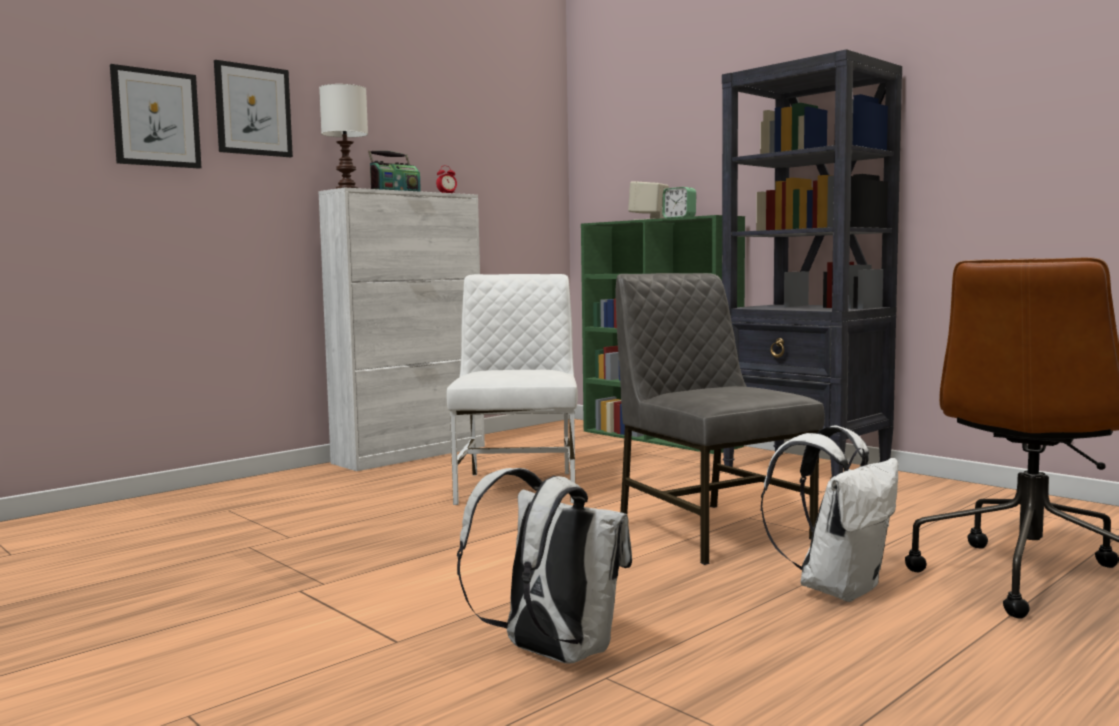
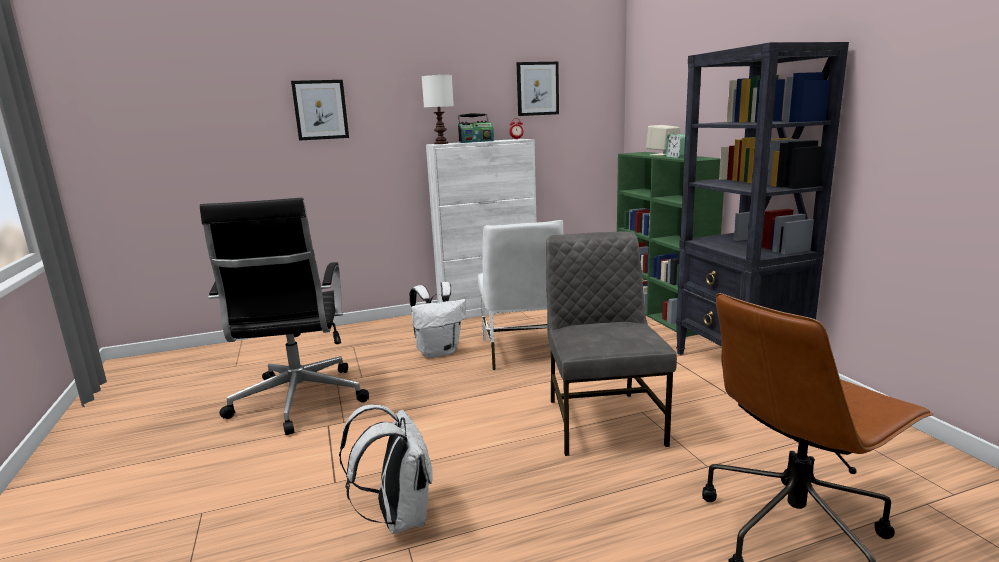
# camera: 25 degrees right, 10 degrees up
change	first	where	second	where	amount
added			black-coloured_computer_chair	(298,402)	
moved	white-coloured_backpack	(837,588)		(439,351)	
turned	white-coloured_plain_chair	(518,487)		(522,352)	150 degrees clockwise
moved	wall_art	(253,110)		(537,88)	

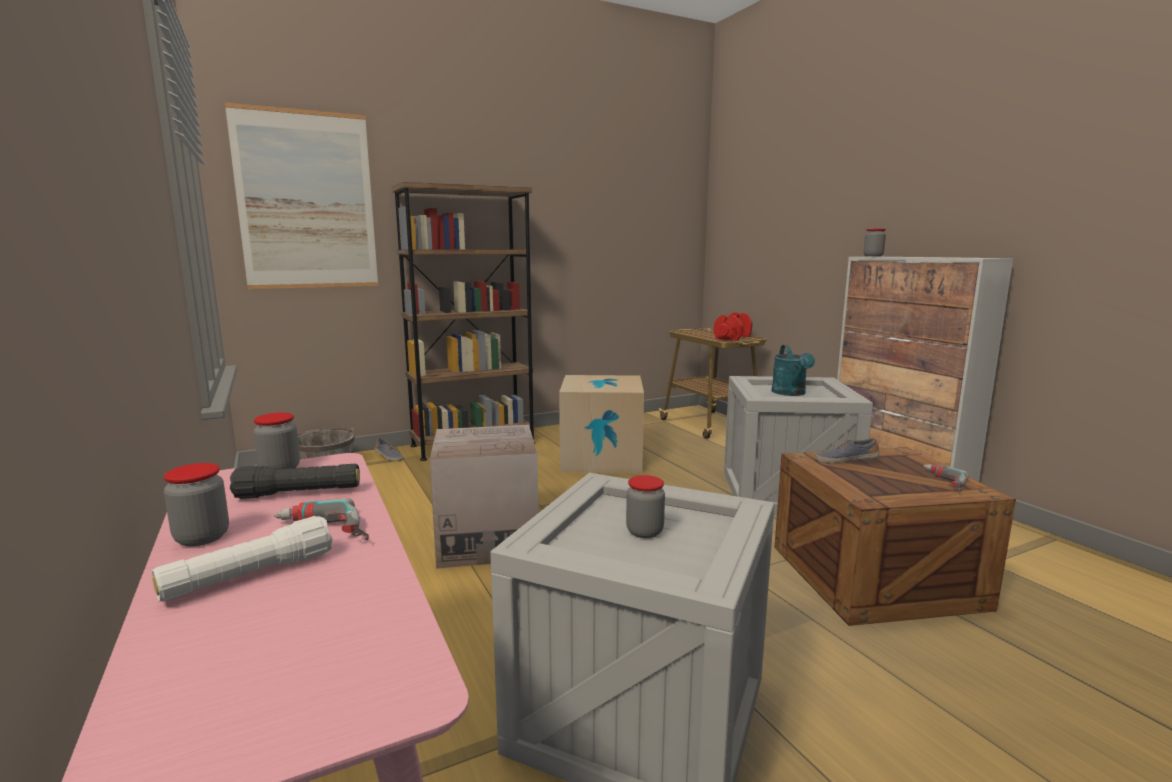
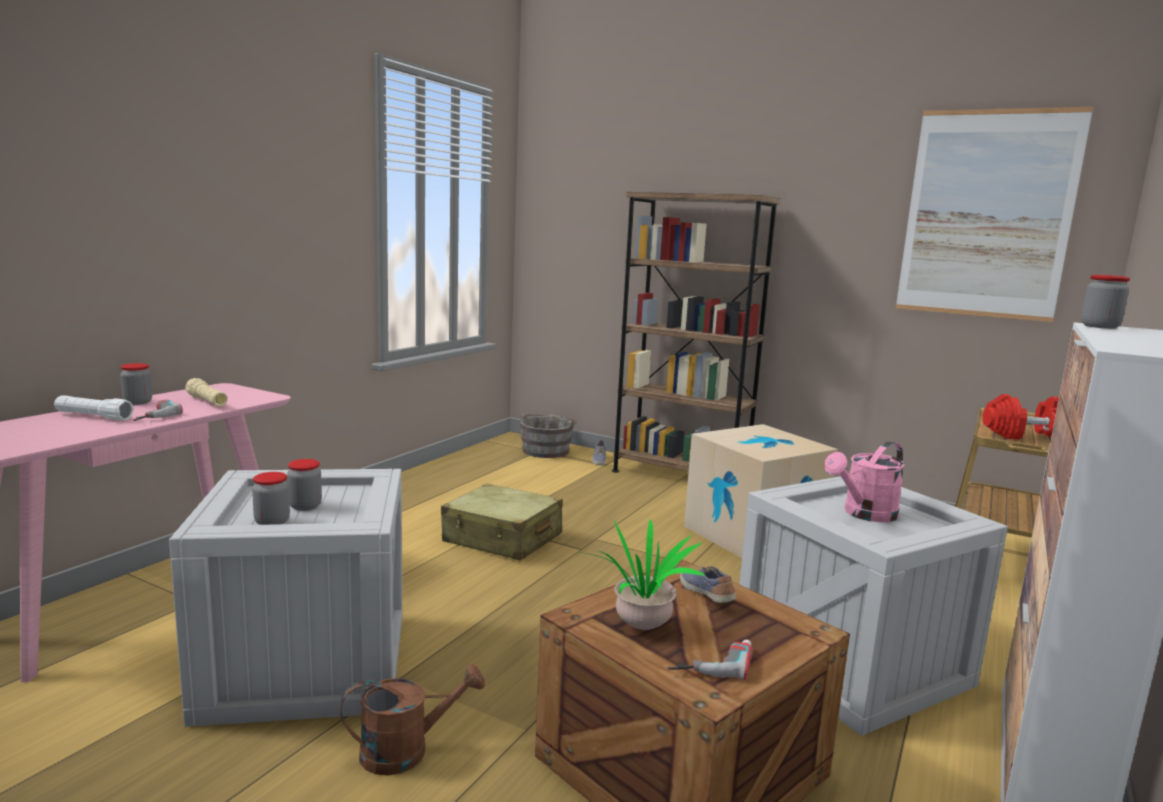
# camera: 55 degrees right, 0 degrees up
change	first	where	second	where	amount
recoloured	black-coloured_flashlight	(299,493)	beige_flashlight	(207,402)	
moved	preserve_jar	(280,469)		(272,522)	
added			brown-coloured_watering_can	(406,751)	
replaced	packing_box	(487,540)	beige_piece_of_luggage	(502,538)	
added			houseplant	(641,624)	
recoloured	blue-green_watering_can	(791,393)	pink-coloured_watering_can	(864,514)	
moved	wall_art	(307,201)		(987,215)	

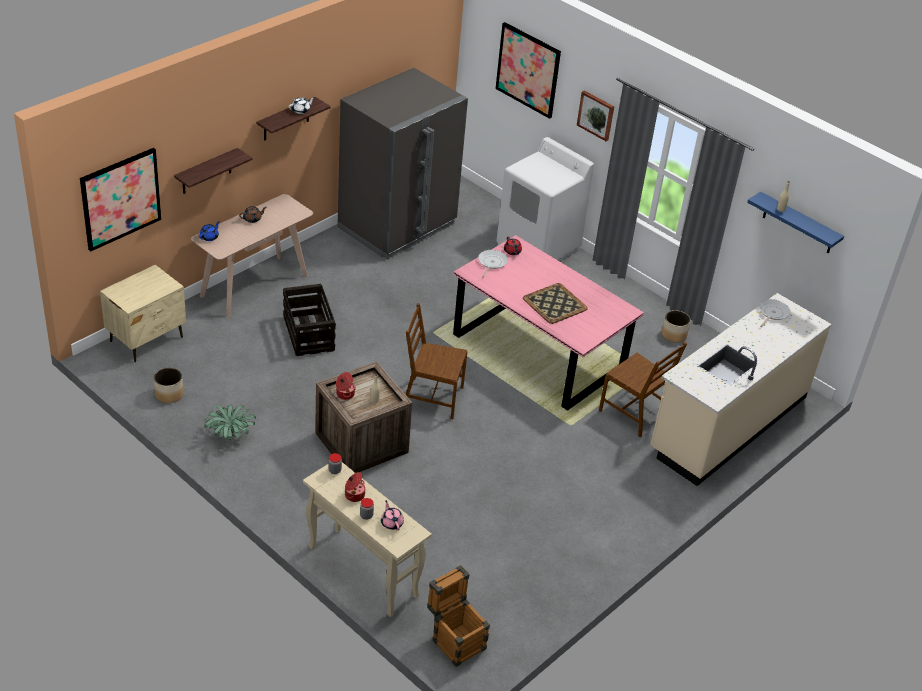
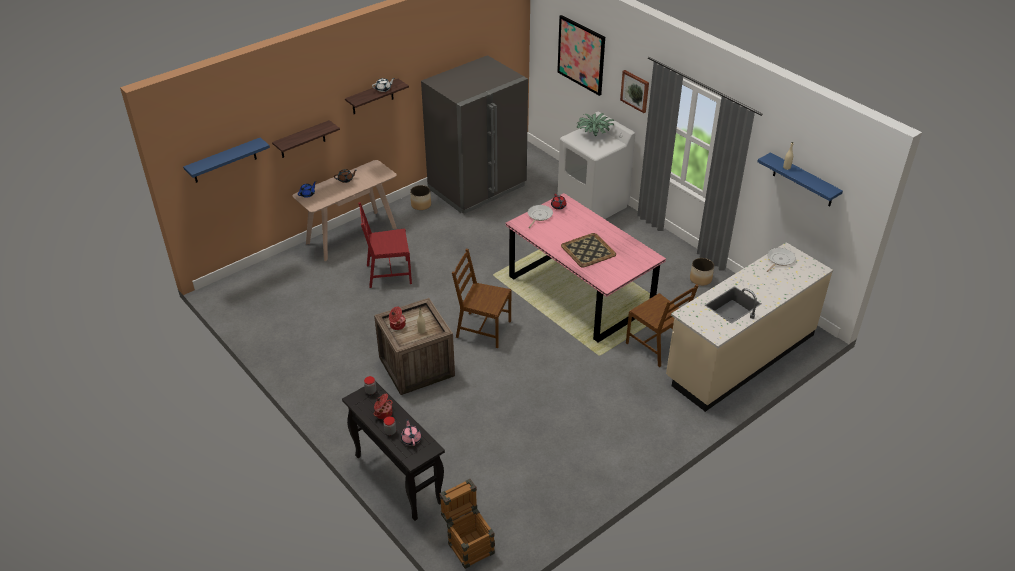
# camera: 10 degrees right, 0 degrees up
change	first	where	second	where	amount
replaced	wall_art	(120,198)	blue-coloured_shelf	(224,161)	
recoloured	beige_hall_table	(362,571)	black-coloured_hall_table	(397,479)	
replaced	crate	(308,333)	reddish_plain_chair	(388,274)	
moved	planter	(169,394)		(421,205)	
moved	houseplant	(230,435)		(594,135)	
removed	beige_nightstand	(147,339)			

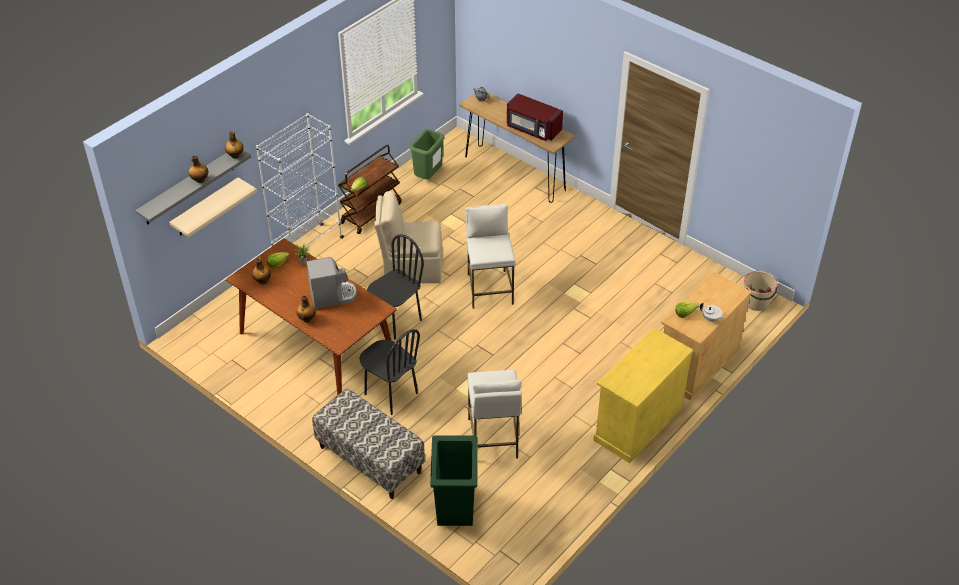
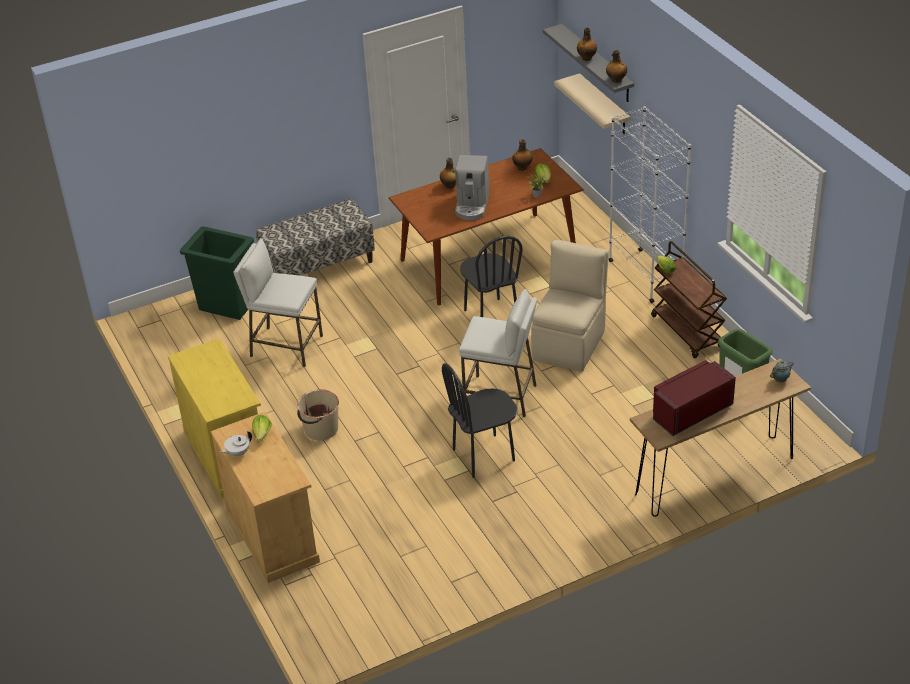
# camera: 115 degrees right, 5 degrees down
change	first	where	second	where	amount
moved	beige_bucket	(756,302)		(320,429)	
moved	black-coloured_plain_chair	(390,394)		(483,455)	

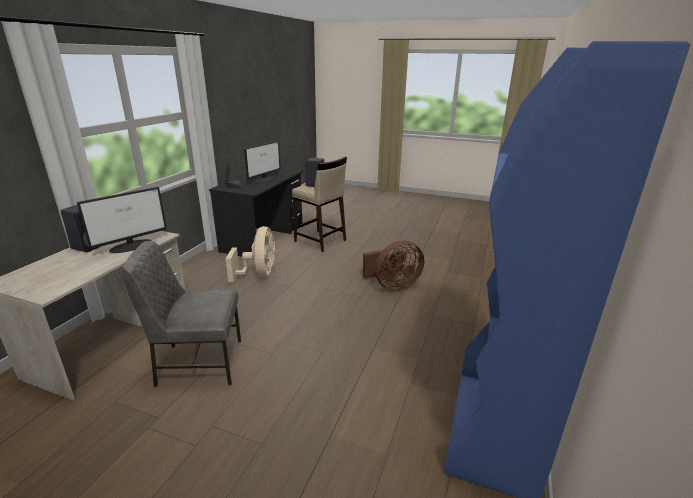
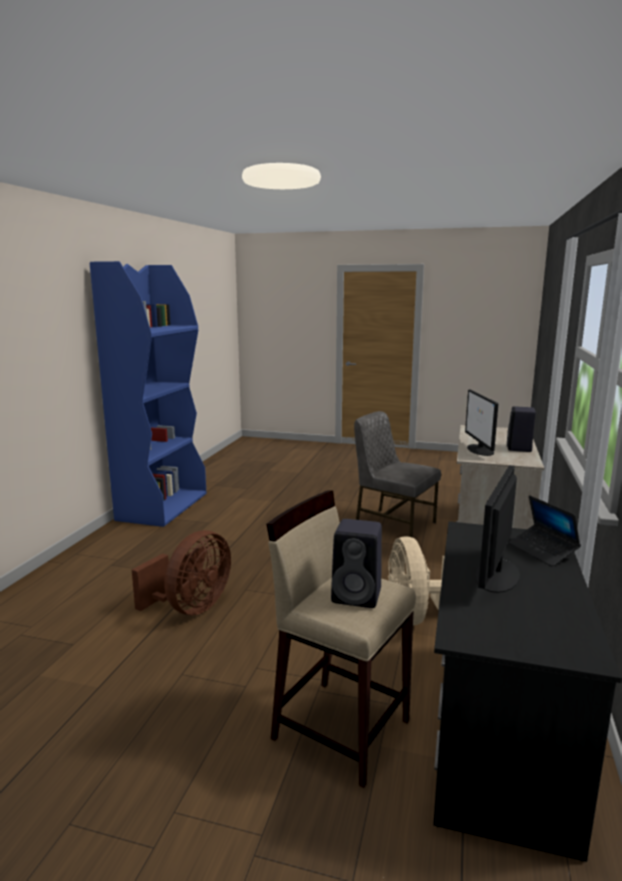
# camera: 175 degrees right, 10 degrees down
change	first	where	second	where	amount
turned	brown-coloured_cooling_fan	(393,286)		(191,608)	150 degrees clockwise
turned	gray_plain_chair	(198,363)		(393,524)	135 degrees counterclockwise
turned	computer_screen	(132,246)		(480,450)	45 degrees counterclockwise

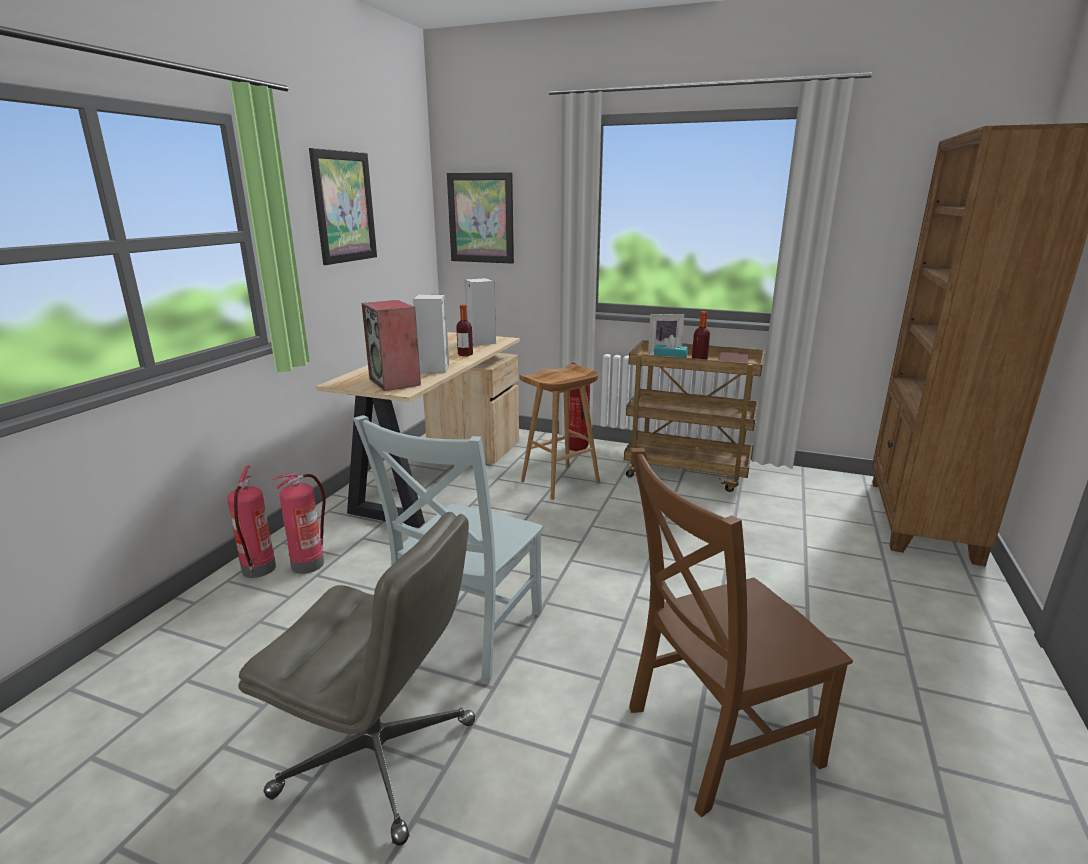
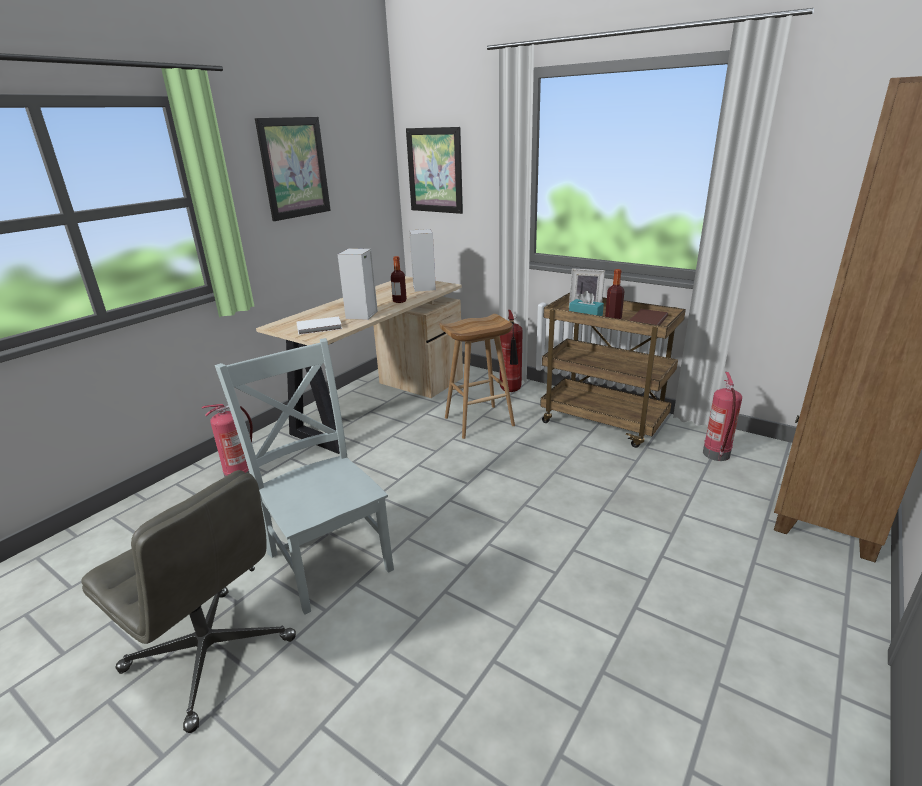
# camera: 15 degrees right, 5 degrees up
change	first	where	second	where	amount
turned	gray_plain_chair	(465,634)		(328,557)	105 degrees clockwise
replaced	loudspeaker	(395,382)	white-coloured_volume	(320,327)	
moved	extinguisher	(259,569)		(717,455)	
removed	brown-coloured_plain_chair	(714,737)			

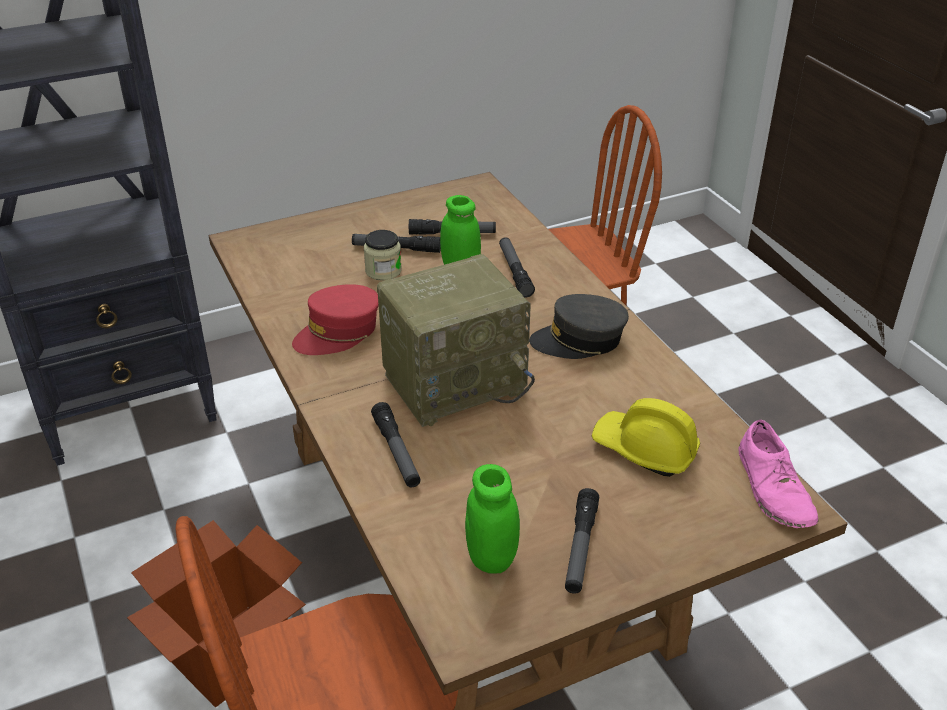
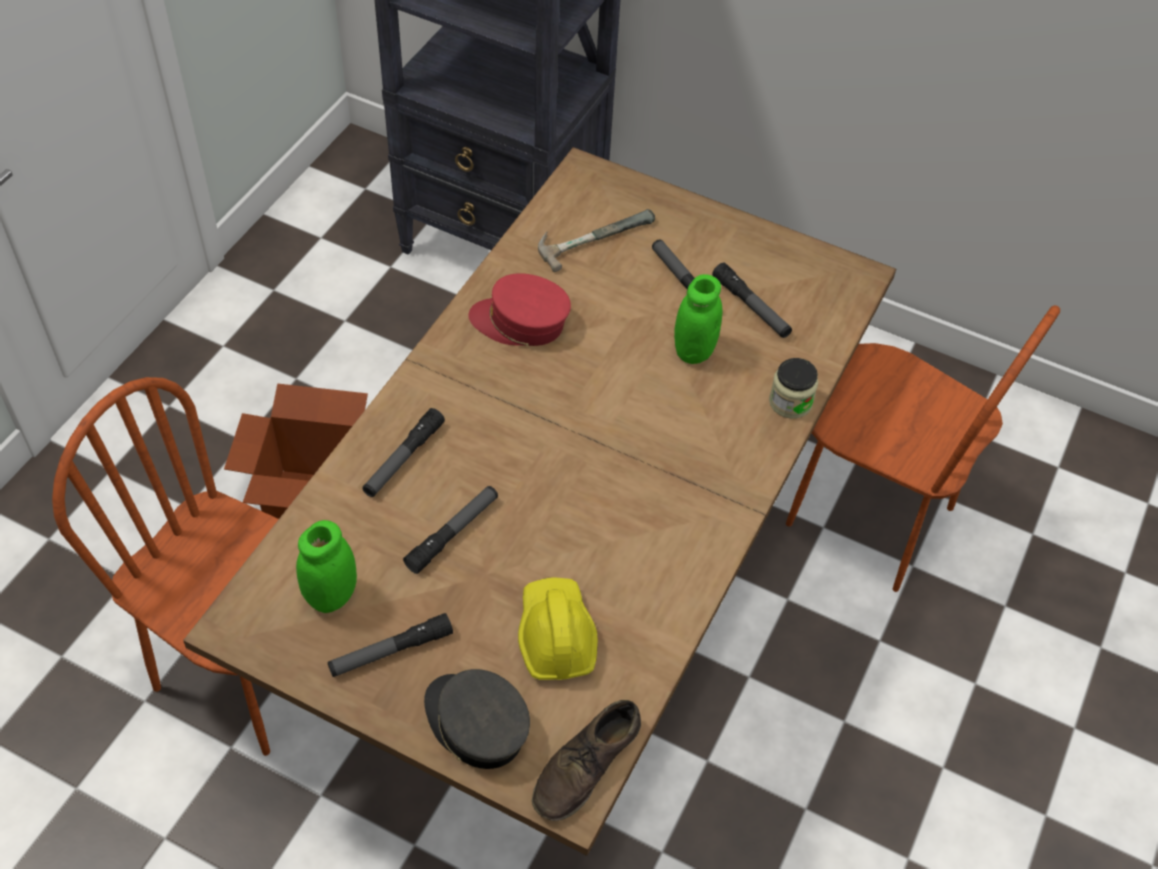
# camera: 50 degrees right, 15 degrees up
change	first	where	second	where	amount
moved	flashlight	(515,272)		(453,533)	
moved	gray_cap	(579,340)		(476,725)	
recoloured	pink-coloured_low_shoe	(774,489)	brown-coloured_low_shoe	(586,766)	
added			tool_hammer	(593,235)	
moved	preserve_jar	(383,271)		(790,402)	
removed	radio_set	(455,381)			

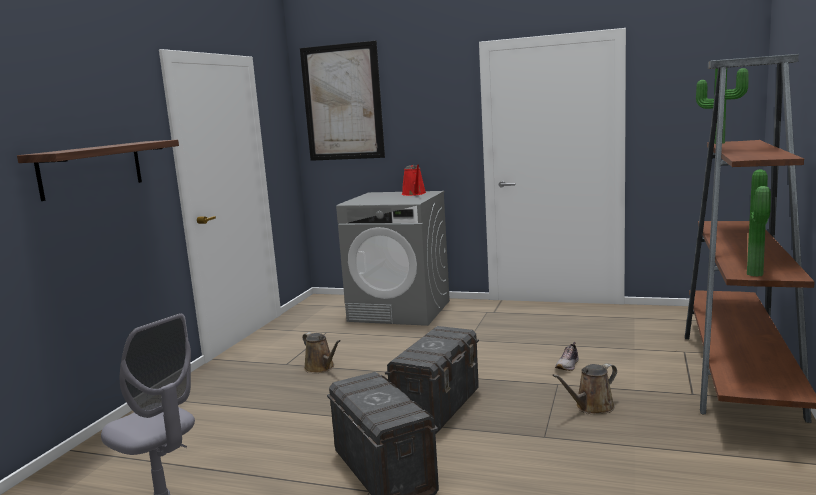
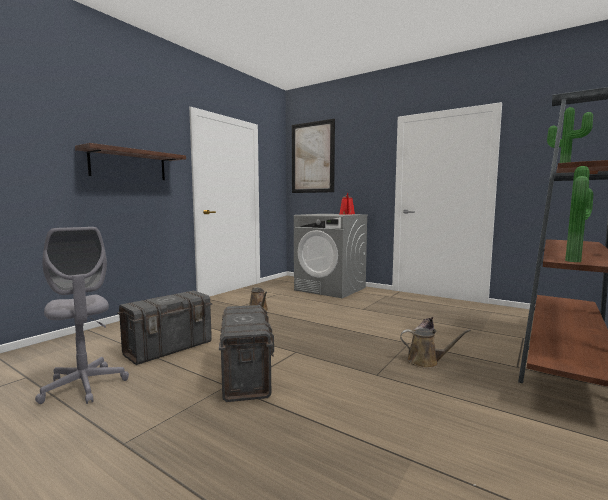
# camera: 15 degrees right, 5 degrees down
change	first	where	second	where	amount
moved	gray_storage_bin	(438,408)		(169,348)	
turned	brown-coloured_watering_can	(591,407)		(426,362)	150 degrees counterclockwise

